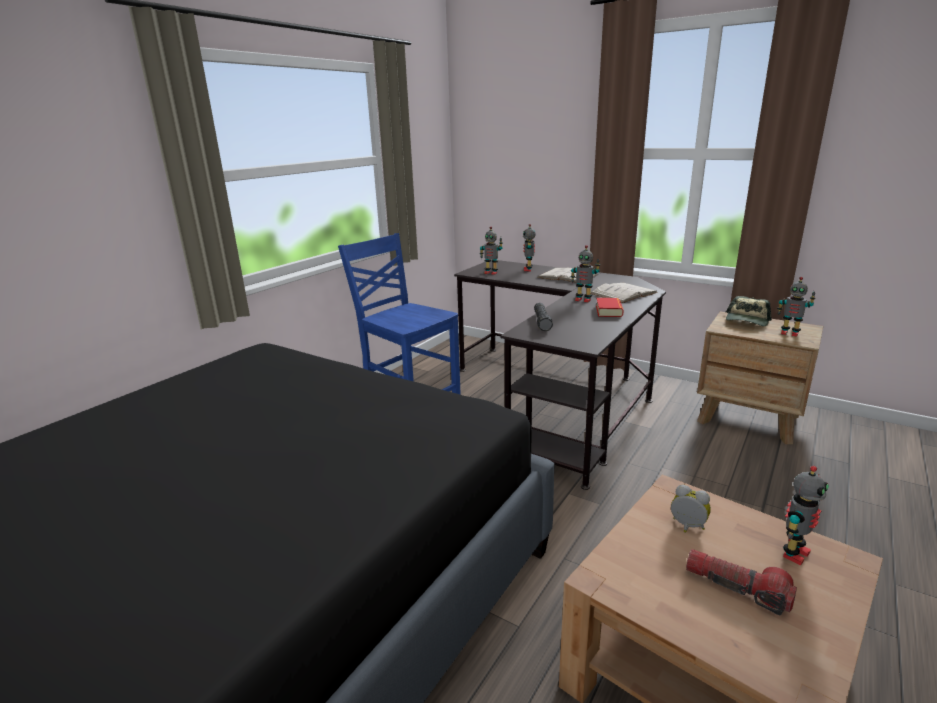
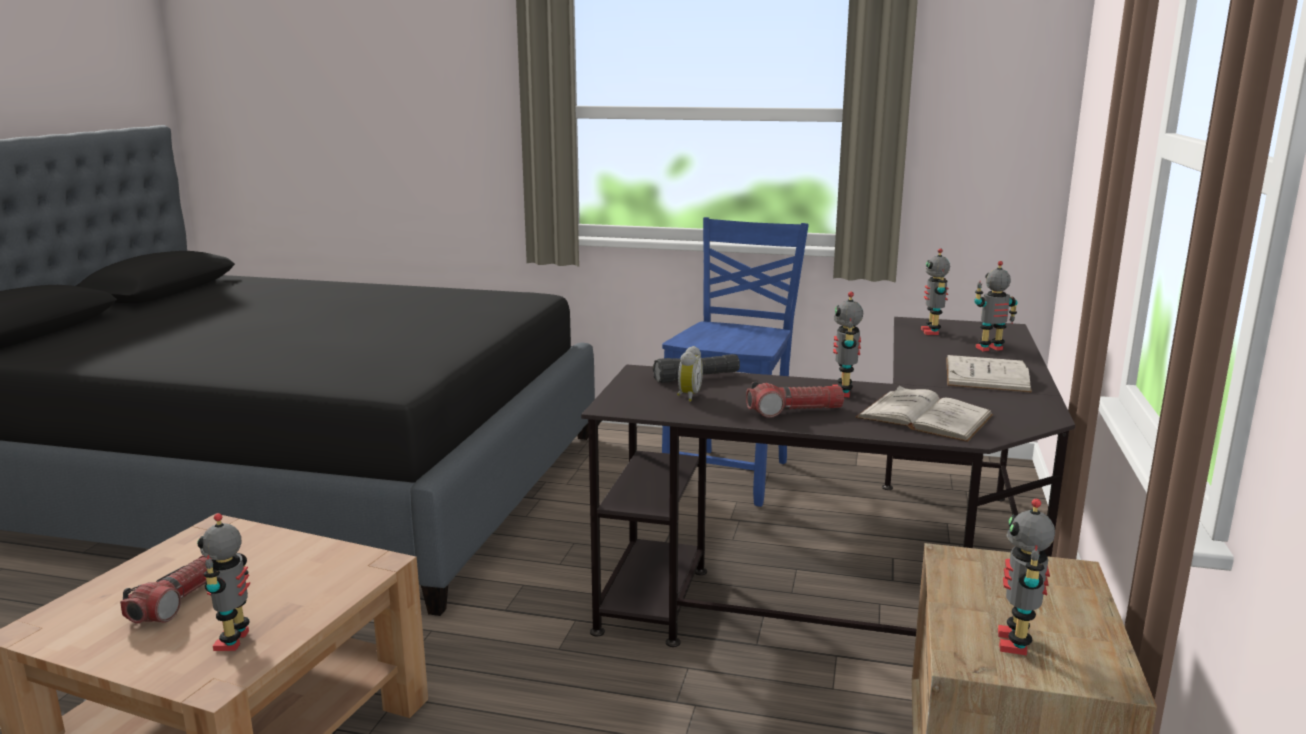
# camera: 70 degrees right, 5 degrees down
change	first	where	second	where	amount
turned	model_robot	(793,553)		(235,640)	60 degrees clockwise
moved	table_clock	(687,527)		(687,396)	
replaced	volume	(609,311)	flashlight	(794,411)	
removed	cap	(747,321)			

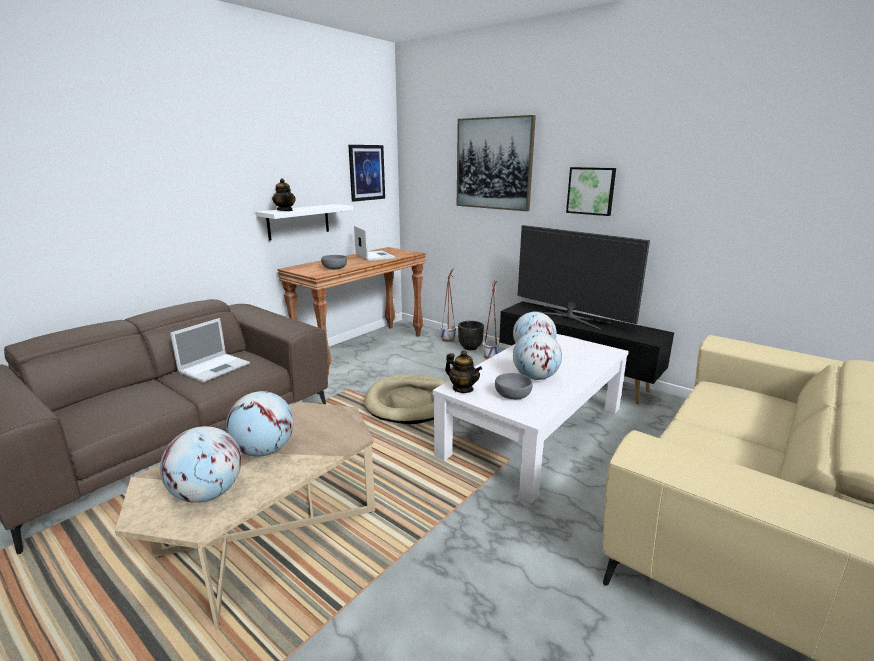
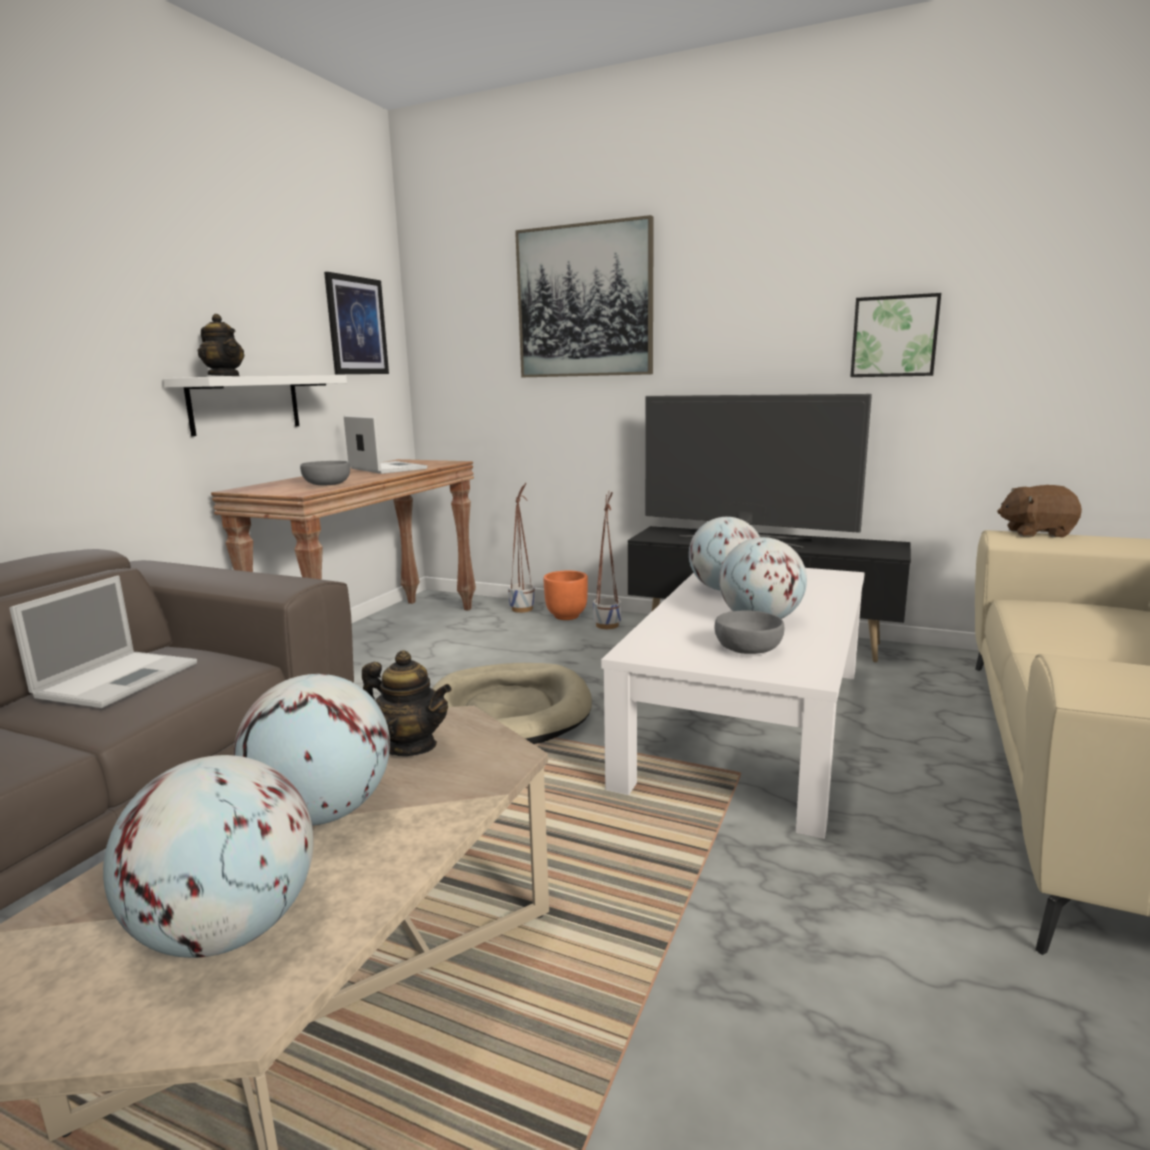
# camera: 15 degrees left, 5 degrees down
change	first	where	second	where	amount
moved	pot_for_tea	(463,389)		(410,746)	
recoloured	black-coloured_planter	(470,348)	orange_planter	(566,616)	
moved	wall_art	(591,191)		(894,336)	
added			brown-coloured_cuddly_toy	(1036,533)	

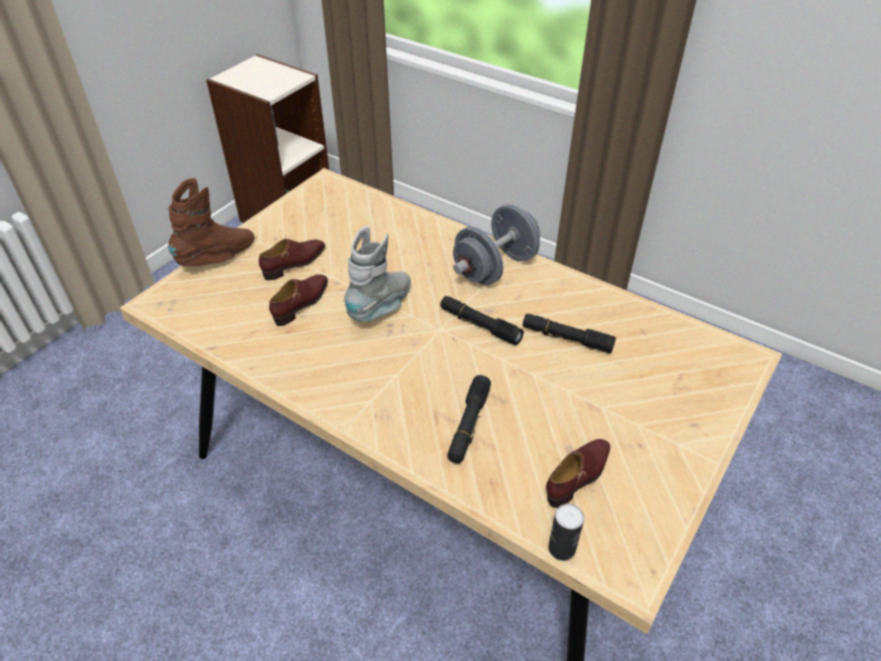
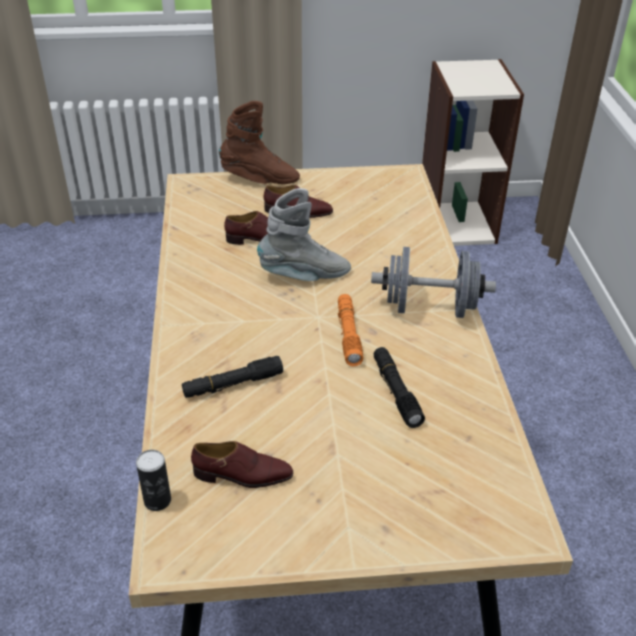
# camera: 50 degrees right, 5 degrees down
change	first	where	second	where	amount
recoloured	black-coloured_flashlight	(480,325)	orange_flashlight	(348,335)	

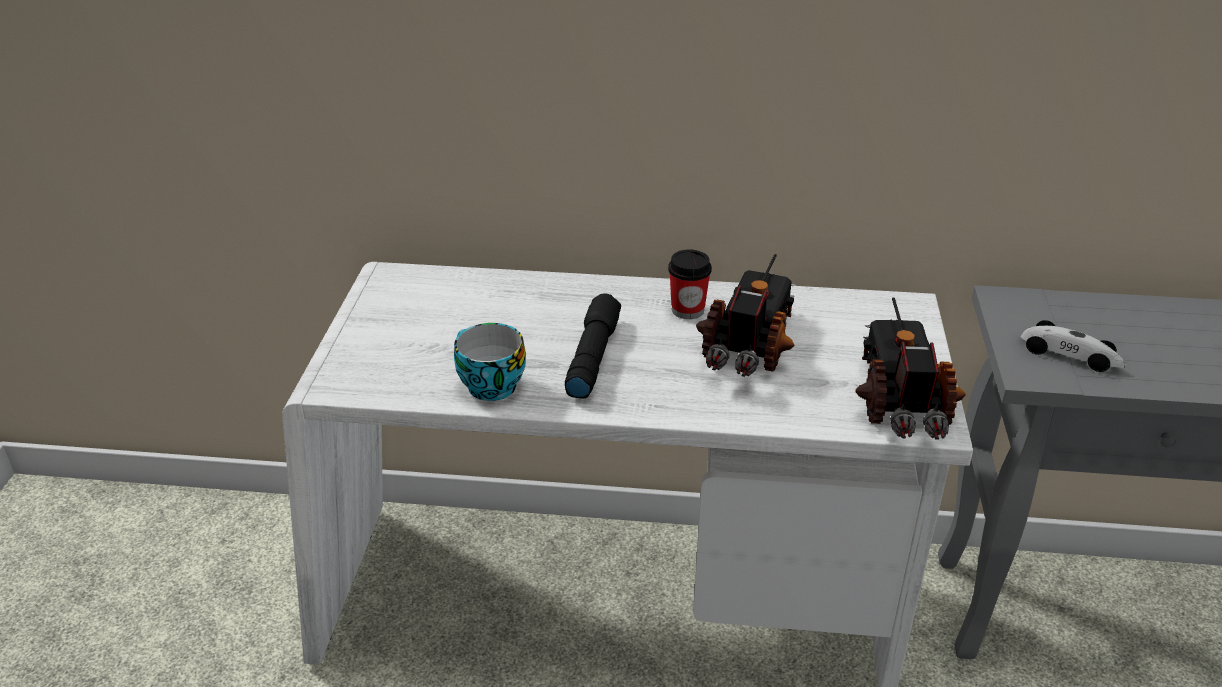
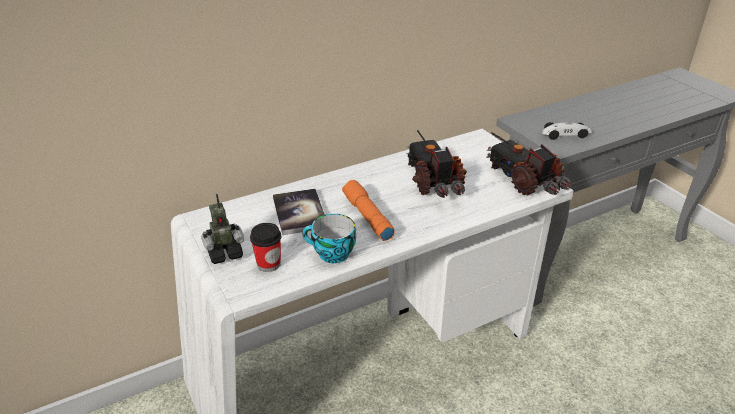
# camera: 35 degrees left, 0 degrees up
change	first	where	second	where	amount
added			model_robot	(224,253)	
moved	cup	(687,310)		(269,264)	
added			volume	(299,213)	
recoloured	black-coloured_flashlight	(591,356)	orange_flashlight	(367,217)	

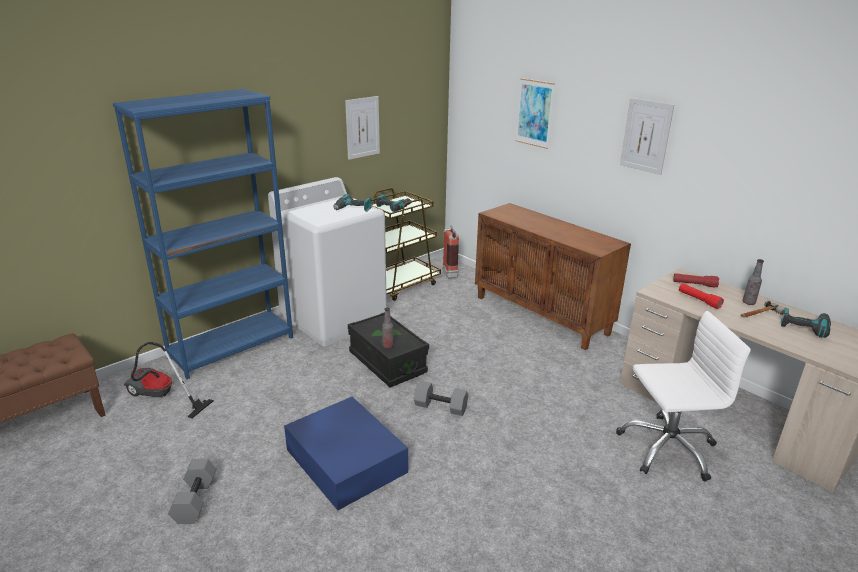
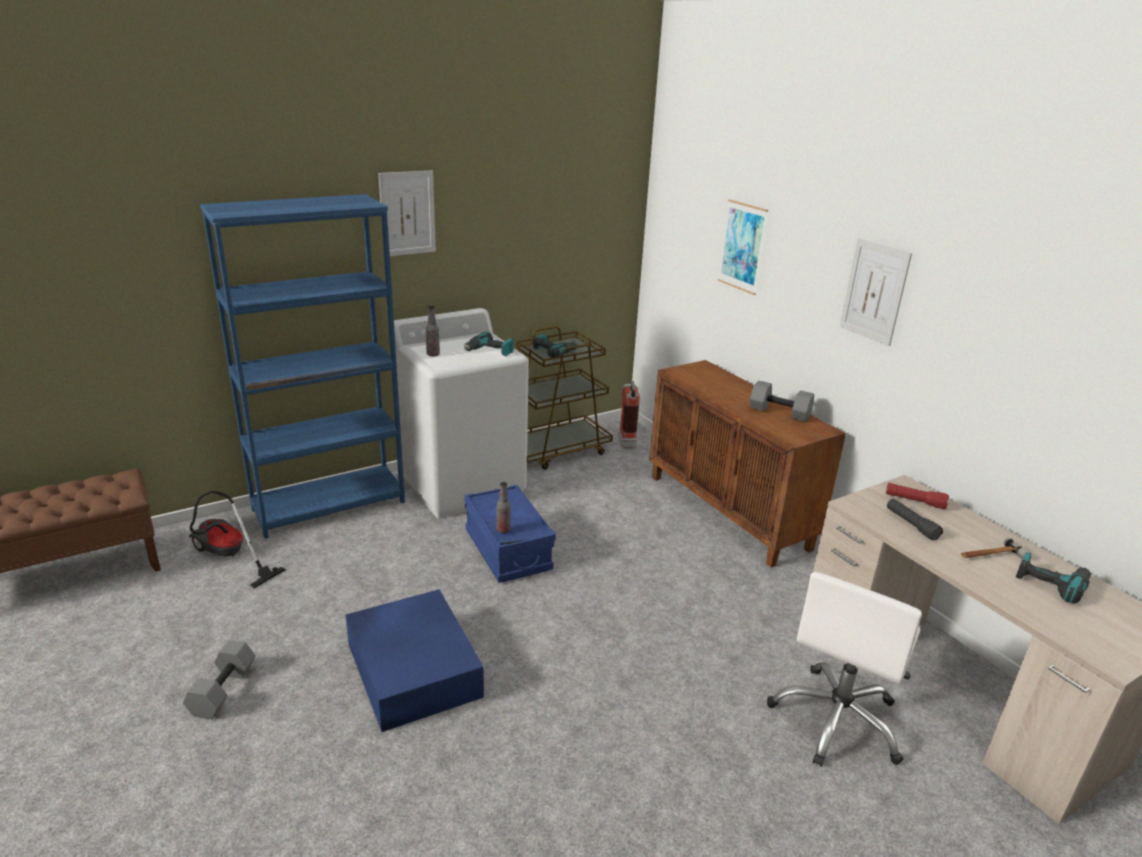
# camera: 10 degrees right, 0 degrees up
change	first	where	second	where	amount
moved	wall_art	(362,127)		(407,213)	
moved	beverage_bottle	(748,303)		(433,354)	
recoloured	black-coloured_storage_bin	(387,363)	blue-coloured_storage_bin	(508,550)	
moved	gray_free_weight	(441,406)		(780,412)	
turned	white-coloured_computer_chair	(667,448)		(837,720)	120 degrees clockwise
recoloured	reddish_flashlight	(699,300)	black-coloured_flashlight	(911,525)	

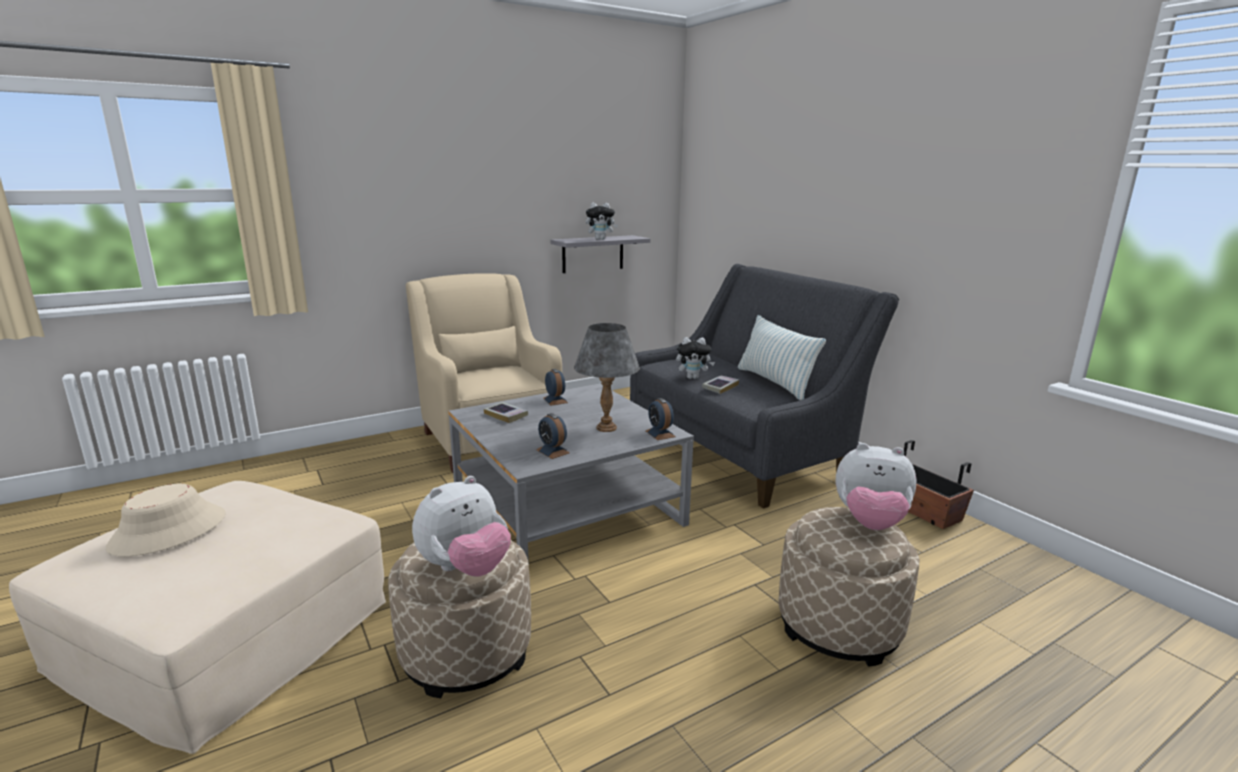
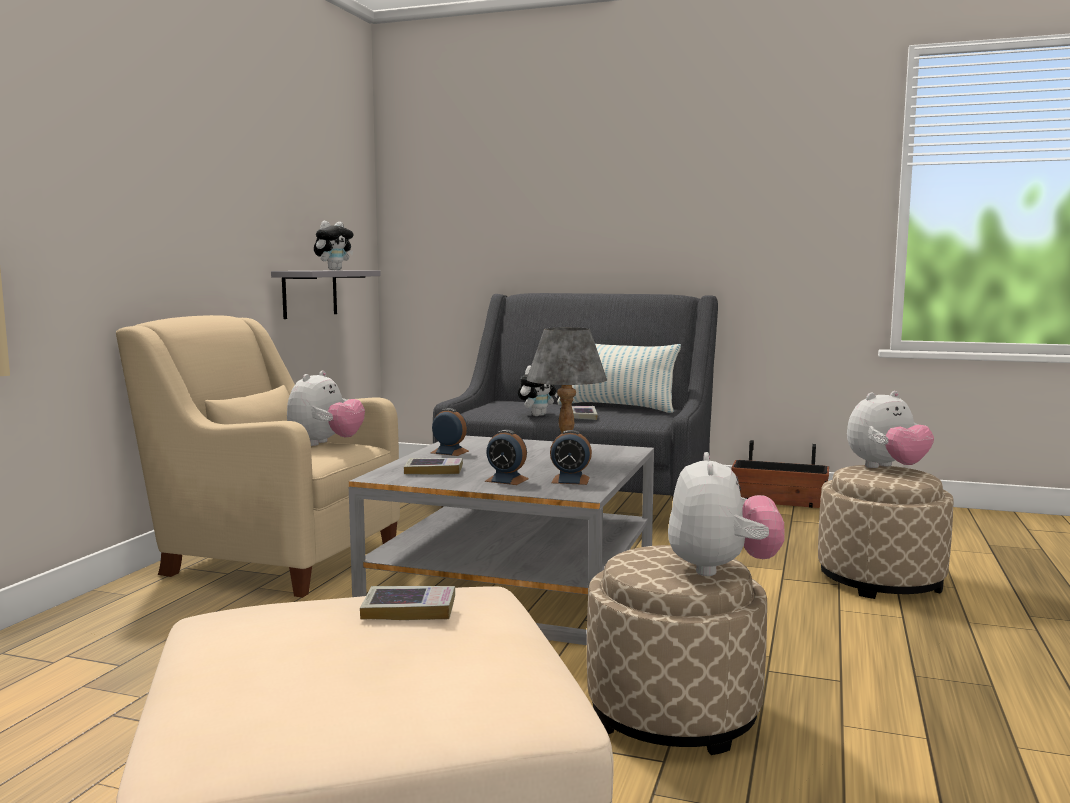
# camera: 40 degrees left, 10 degrees down
change	first	where	second	where	amount
added			cuddly_toy	(326,444)	
added			volume	(409,609)	
moved	table_clock	(660,434)		(506,480)	
removed	beige_hat	(168,531)			

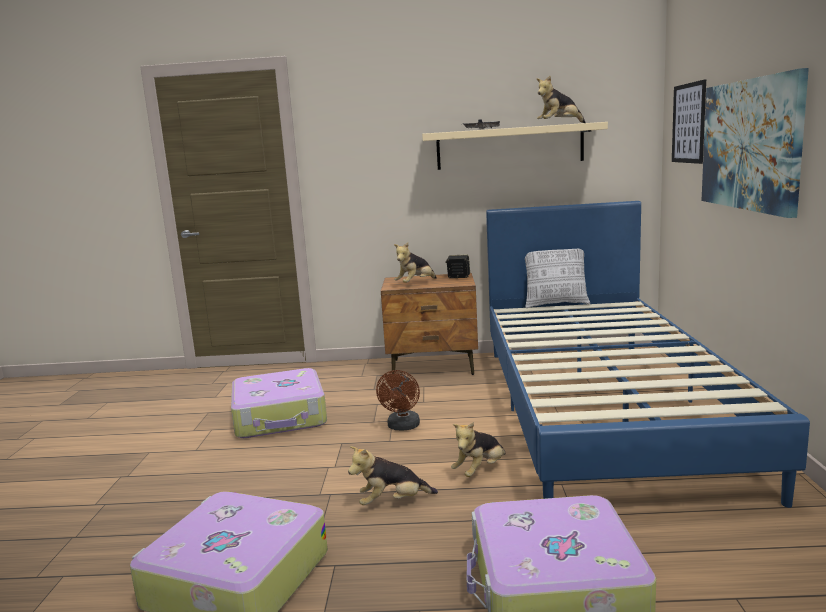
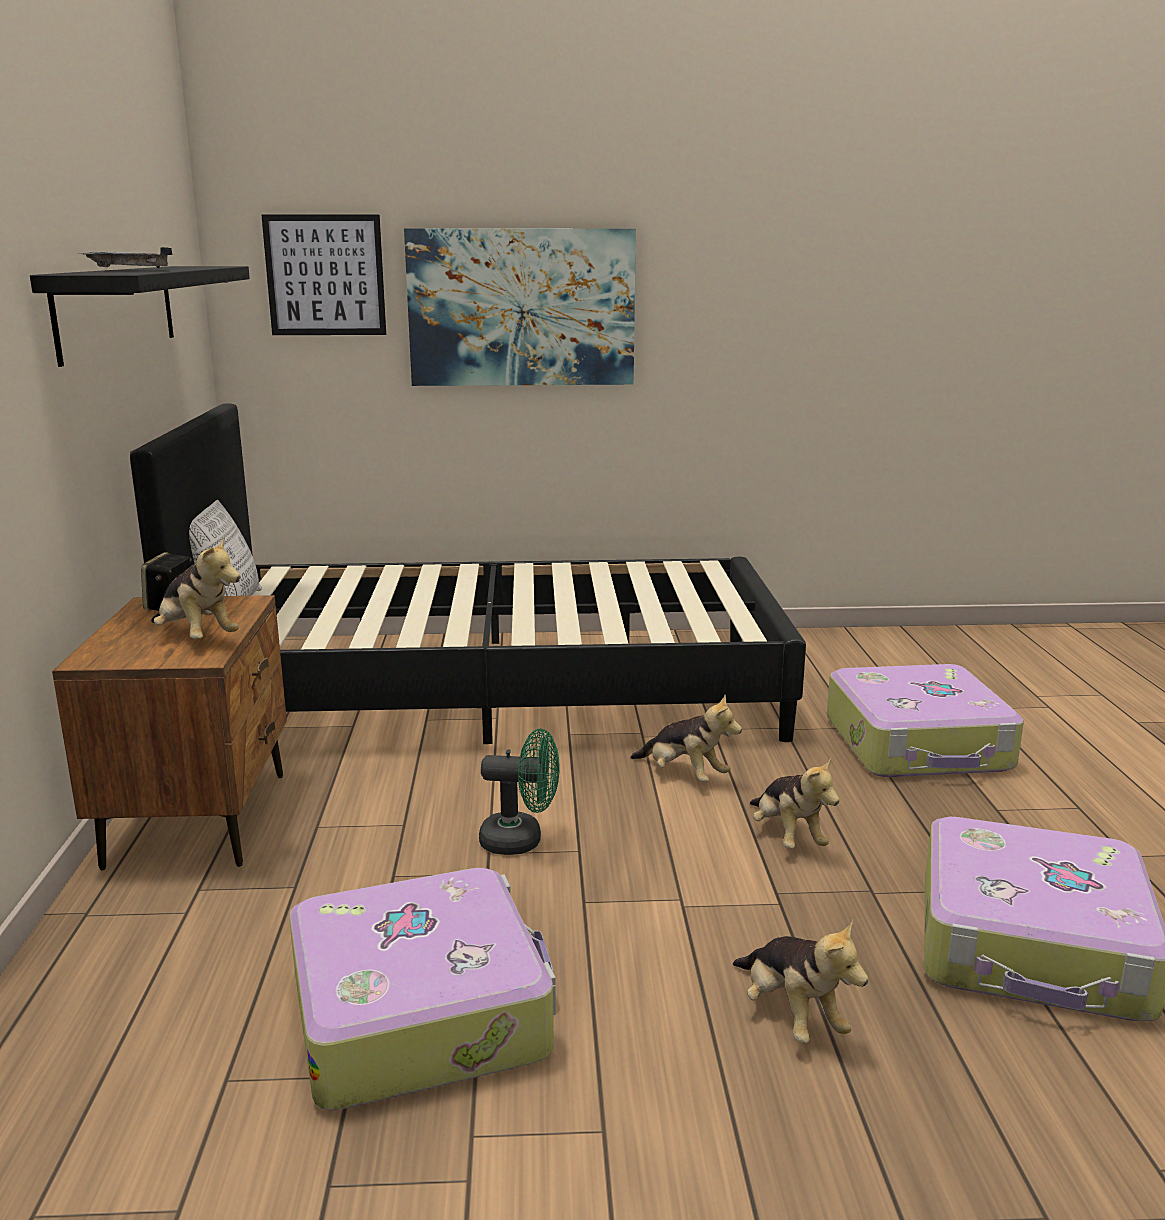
# camera: 95 degrees left, 5 degrees up
change	first	where	second	where	amount
recoloured	beige_shelf	(509,147)	black-coloured_shelf	(117,310)	
recoloured	blue-coloured_sleeping_bed	(601,409)	black-coloured_sleeping_bed	(492,692)	
recoloured	brown-coloured_cooling_fan	(402,427)	green_cooling_fan	(521,840)	
moved	cuddly_toy	(559,124)		(791,1015)	

